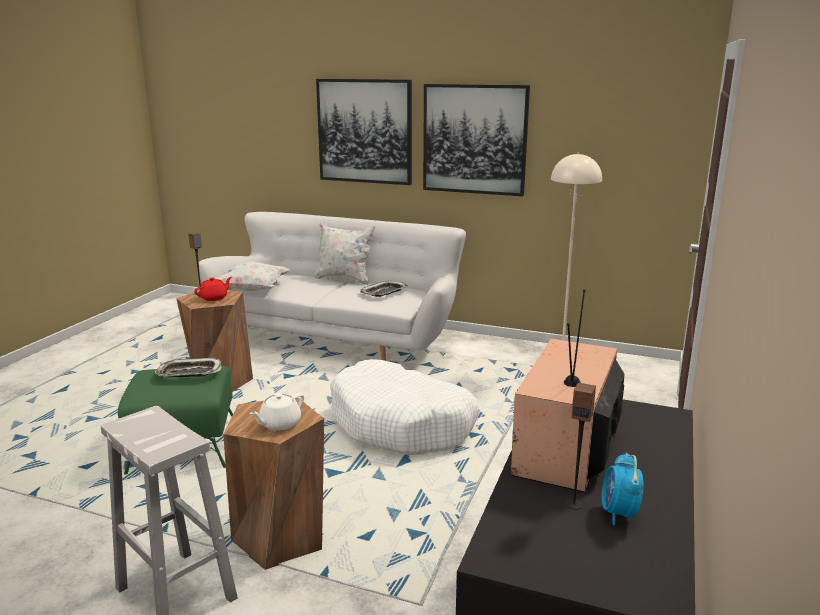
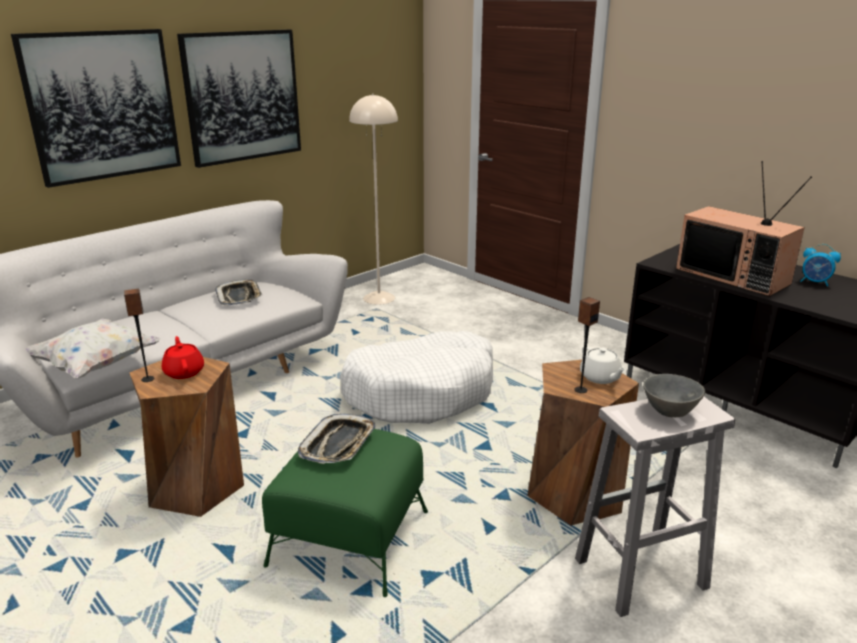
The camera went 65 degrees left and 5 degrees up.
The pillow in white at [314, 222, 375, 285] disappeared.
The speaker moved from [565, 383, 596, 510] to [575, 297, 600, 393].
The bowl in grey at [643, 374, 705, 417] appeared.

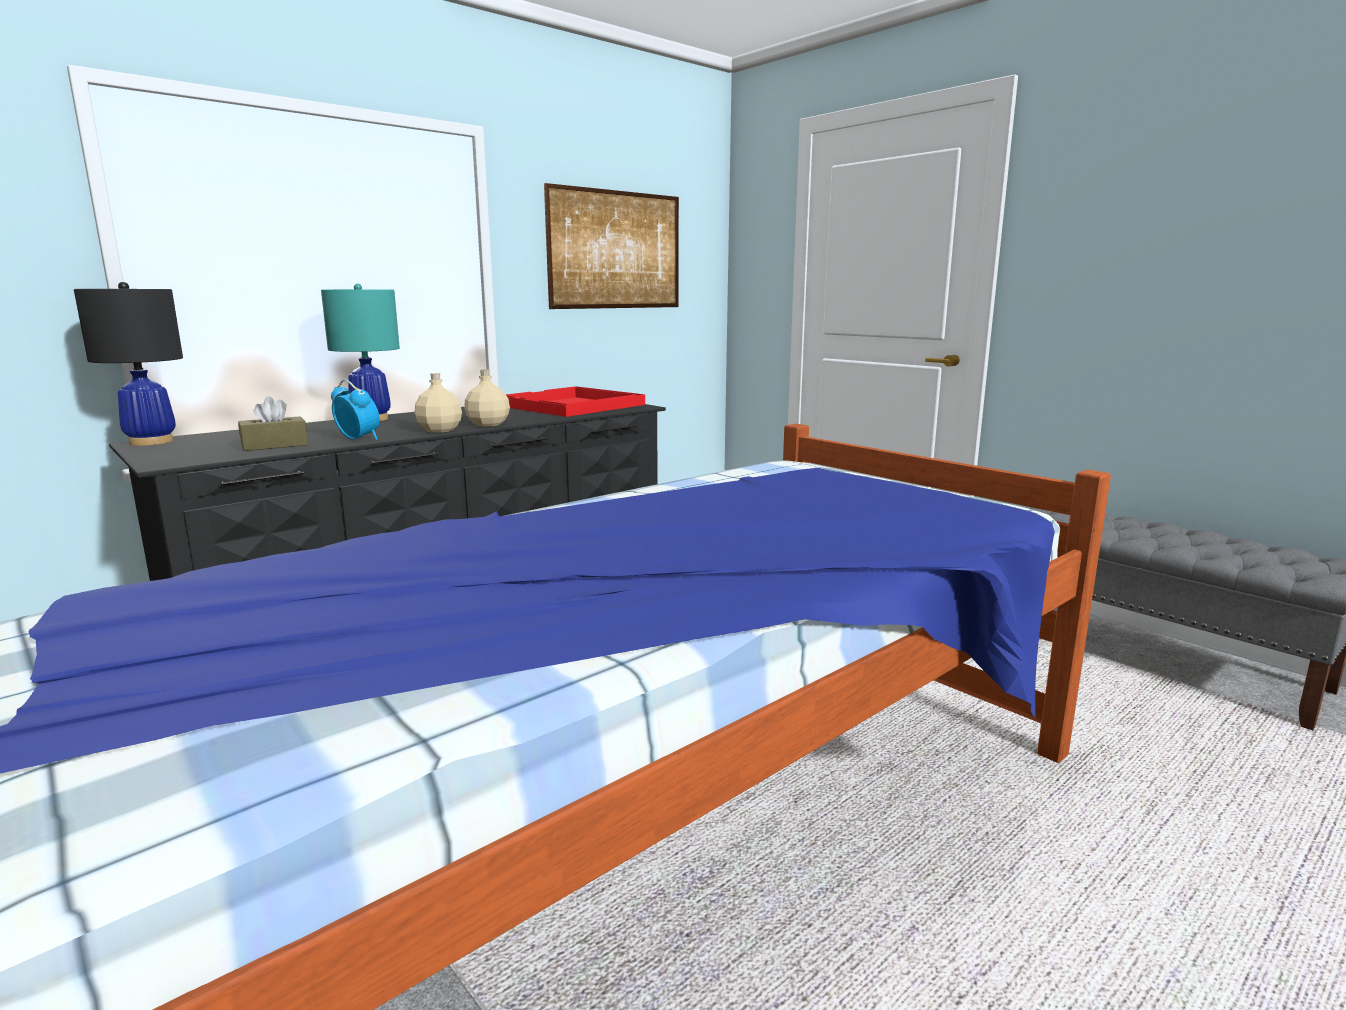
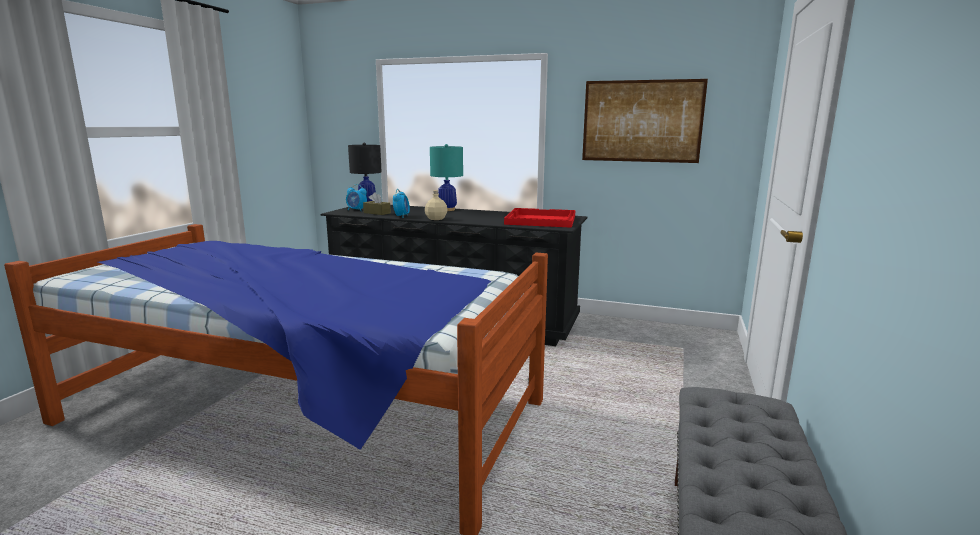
The camera went 60 degrees right and 0 degrees up.
The bottle in beige at [464, 370, 510, 427] disappeared.
The alarm clock at [346, 184, 367, 211] appeared.

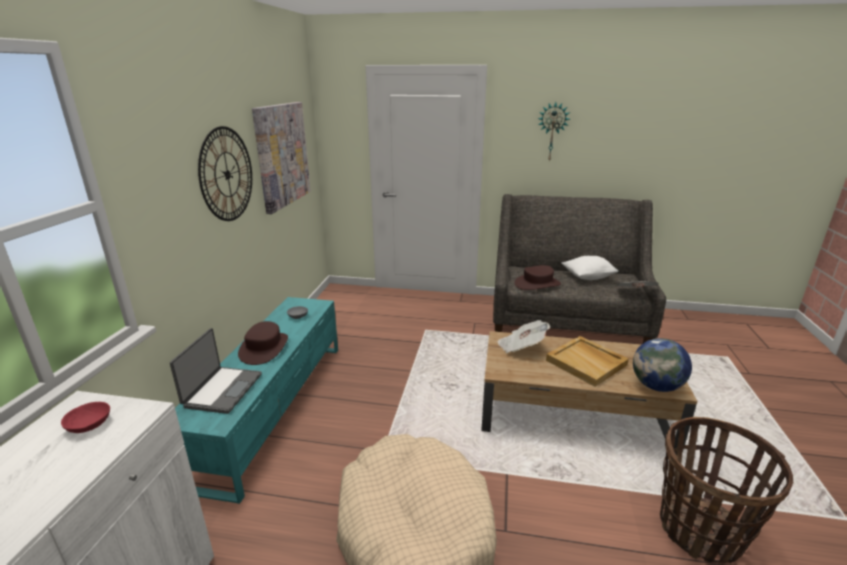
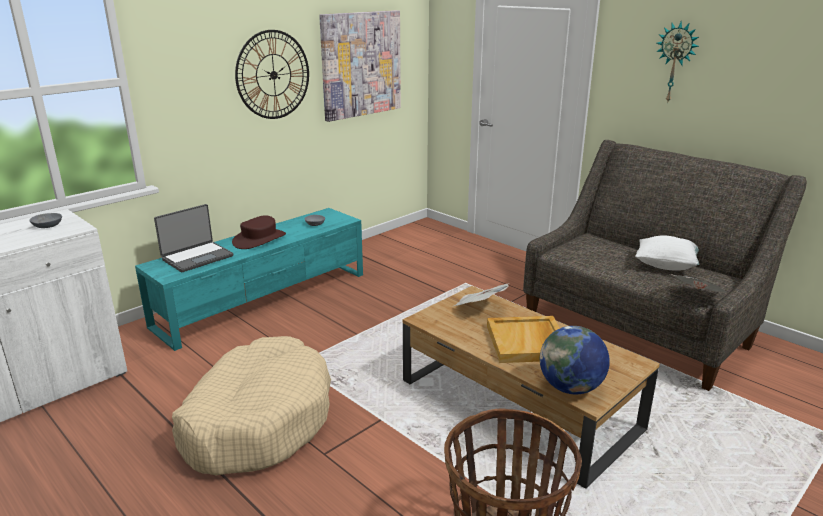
The camera went 35 degrees right and 0 degrees up.
The bowl in red at [61, 402, 110, 433] became the bowl in grey at [29, 213, 62, 228].
The hat in brown at [515, 265, 561, 290] disappeared.

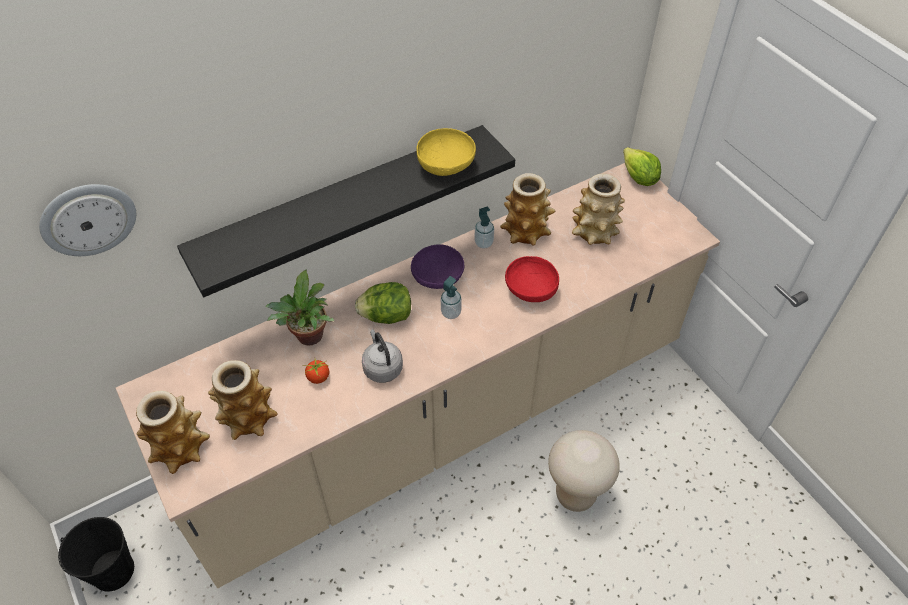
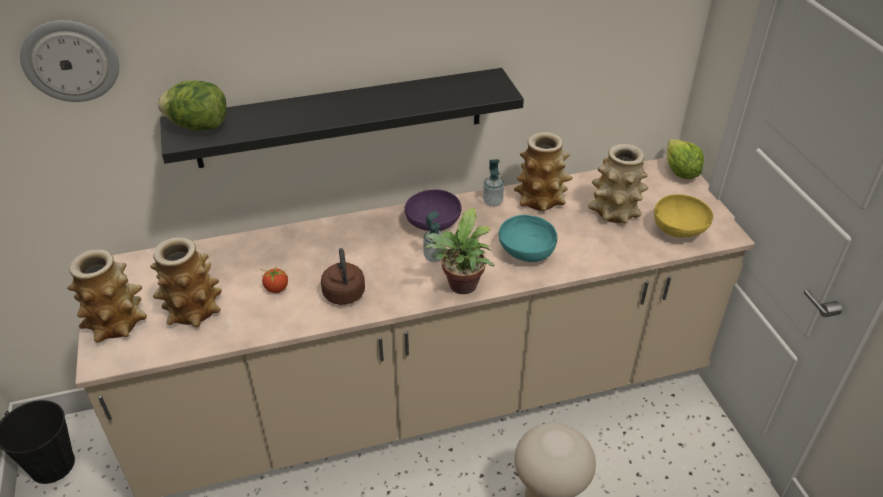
The camera went 15 degrees right and 10 degrees down.
The potted plant moved from [266, 269, 335, 346] to [425, 208, 495, 294].
The lettuce moved from [355, 282, 411, 324] to [158, 81, 226, 130].
The kettle in grey at [362, 329, 403, 383] became the kettle in brown at [321, 248, 365, 305].
The bowl in yellow moved from [416, 128, 476, 176] to [654, 194, 713, 237].
The bowl in red at [505, 256, 559, 302] became the bowl in turquoise at [499, 215, 557, 262].

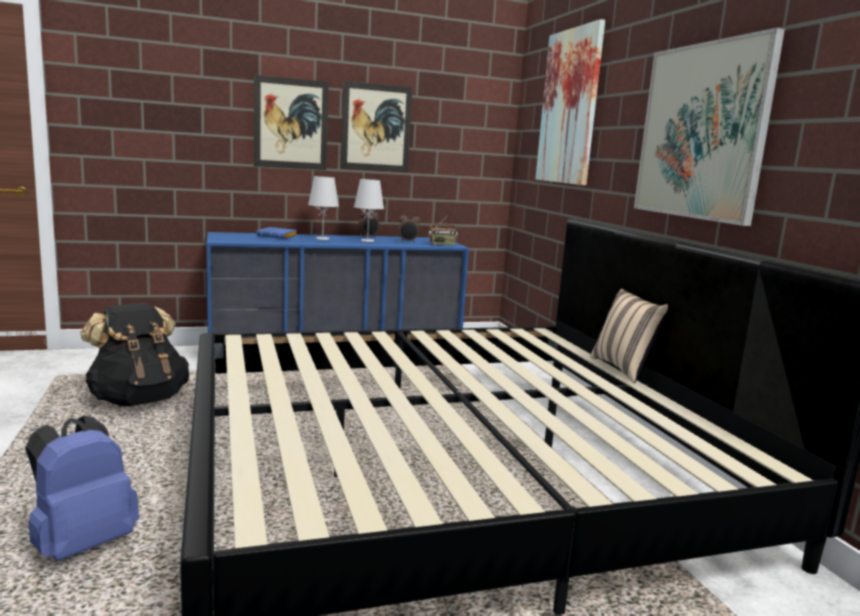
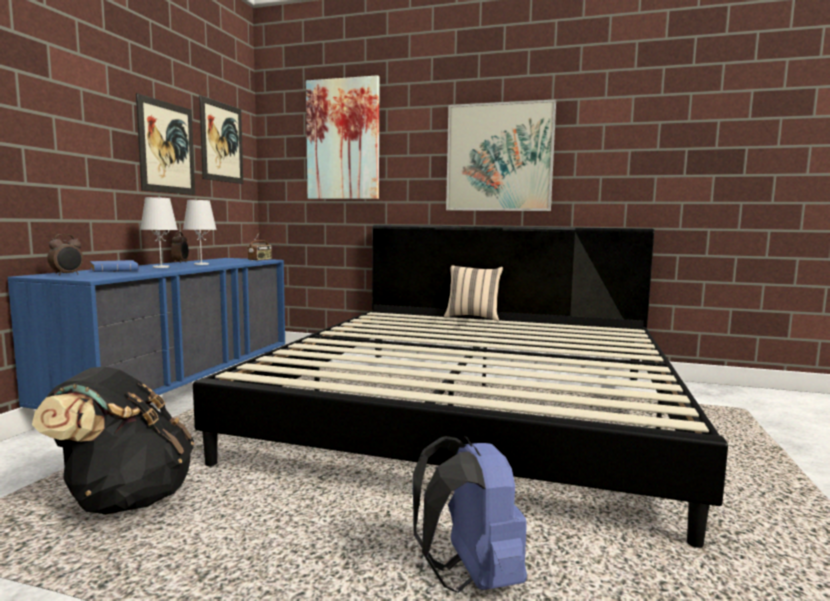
The camera went 55 degrees left and 5 degrees down.
The picture moved from [254, 75, 329, 170] to [199, 95, 243, 184].
The alarm clock moved from [398, 212, 420, 242] to [47, 234, 83, 276].

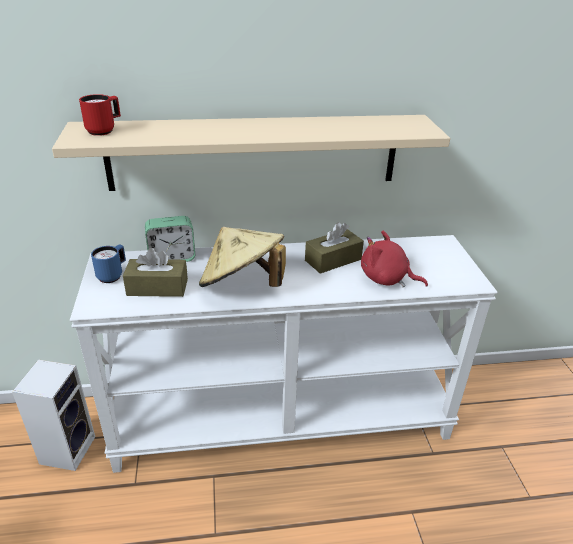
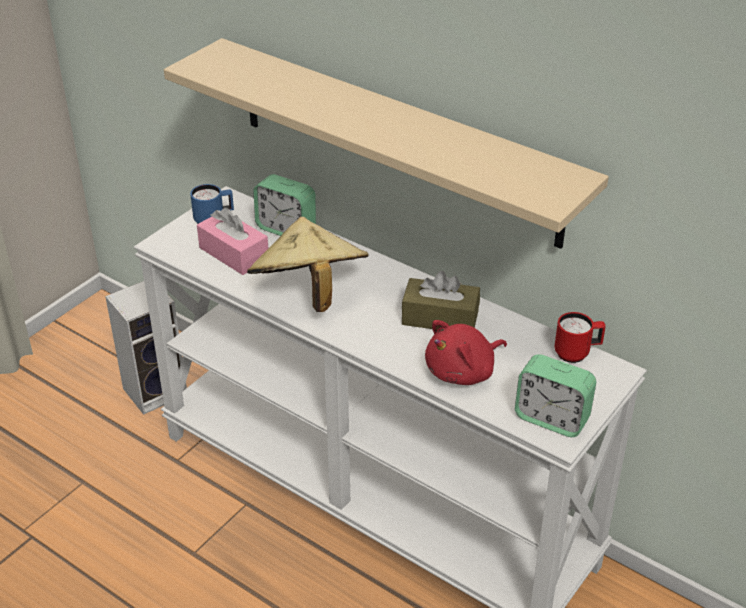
The camera went 45 degrees right and 5 degrees up.
The mug in red moved from [79, 94, 121, 136] to [555, 312, 606, 363].
The tissue box in brown at [123, 248, 188, 297] became the tissue box in pink at [197, 207, 268, 275].
The plush toy in red at [361, 231, 428, 288] turned 105 degrees counterclockwise.
The alarm clock at [515, 354, 596, 437] appeared.

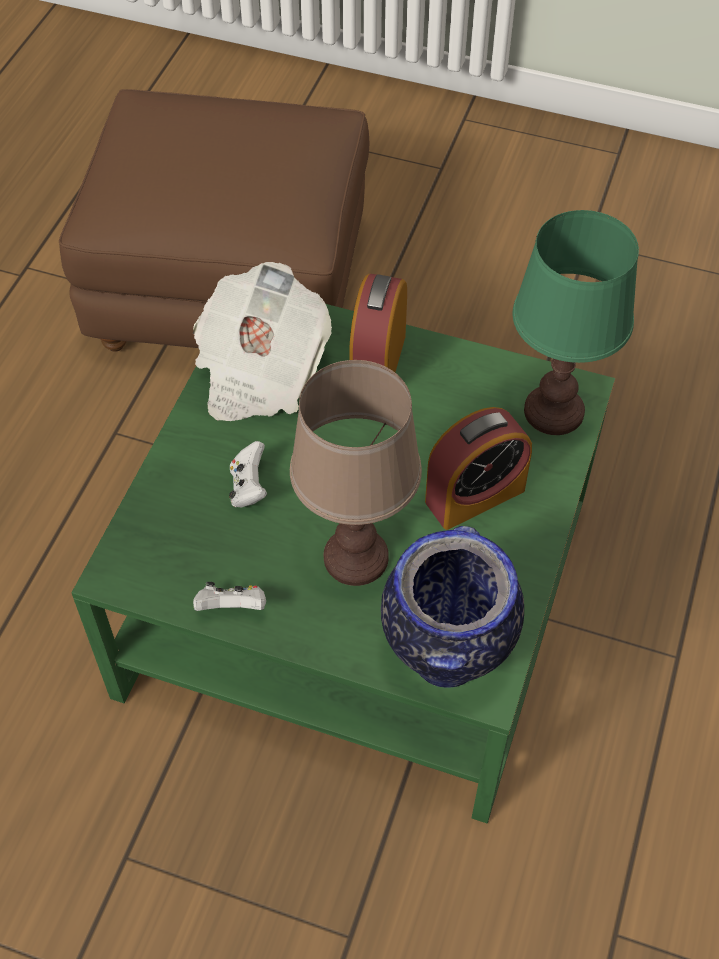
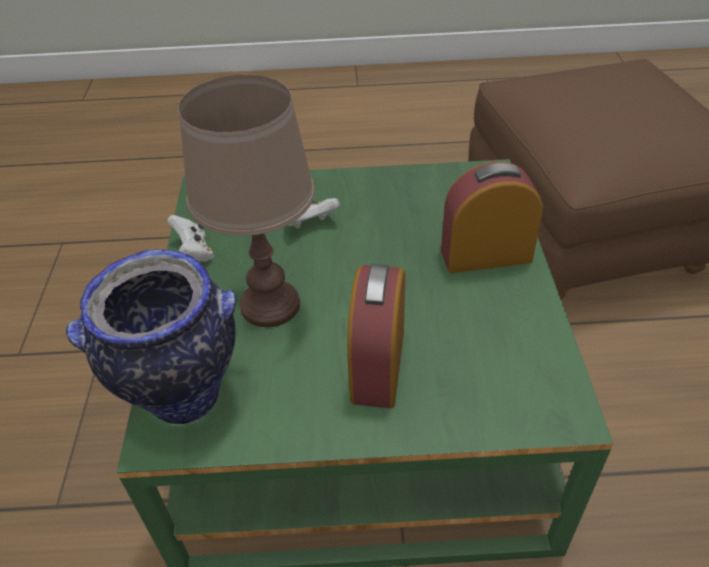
The camera went 70 degrees right and 10 degrees down.
The newspaper at [193, 262, 332, 421] disappeared.
The alarm clock at [425, 407, 532, 530] turned 60 degrees clockwise.
The table lamp in green at [513, 210, 639, 435] disappeared.

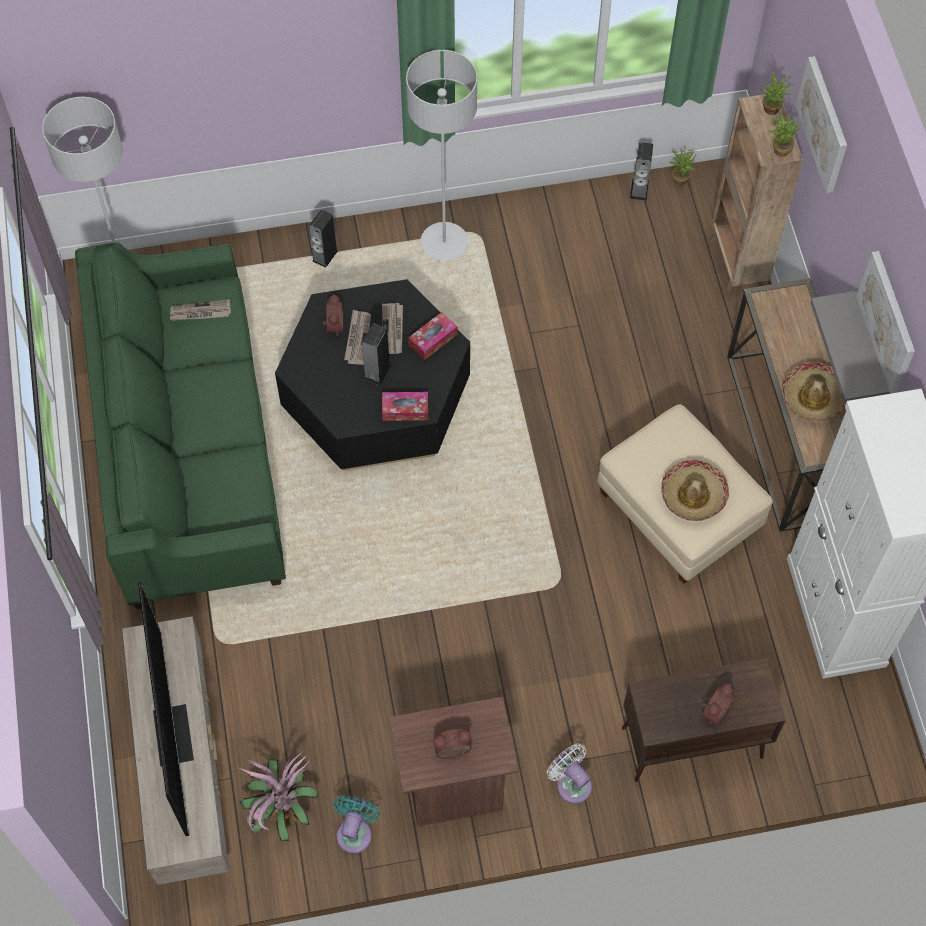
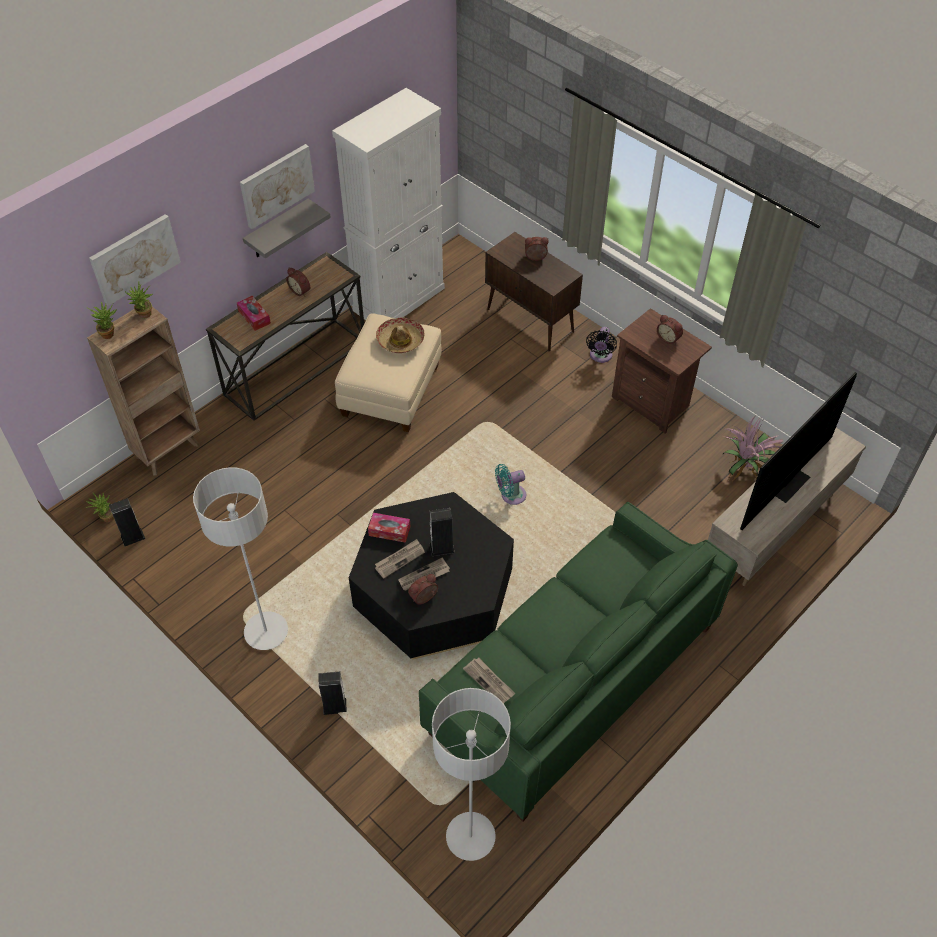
The camera went 125 degrees left and 10 degrees down.
The fan in turquoise moved from [333, 795, 380, 853] to [495, 464, 527, 505].
The tissue box moved from [382, 392, 428, 421] to [237, 296, 271, 331].
The fan in white at [547, 744, 592, 804] became the fan in black at [586, 327, 617, 363].
The hat at [782, 362, 846, 422] was replaced by the alarm clock at [286, 268, 310, 297].

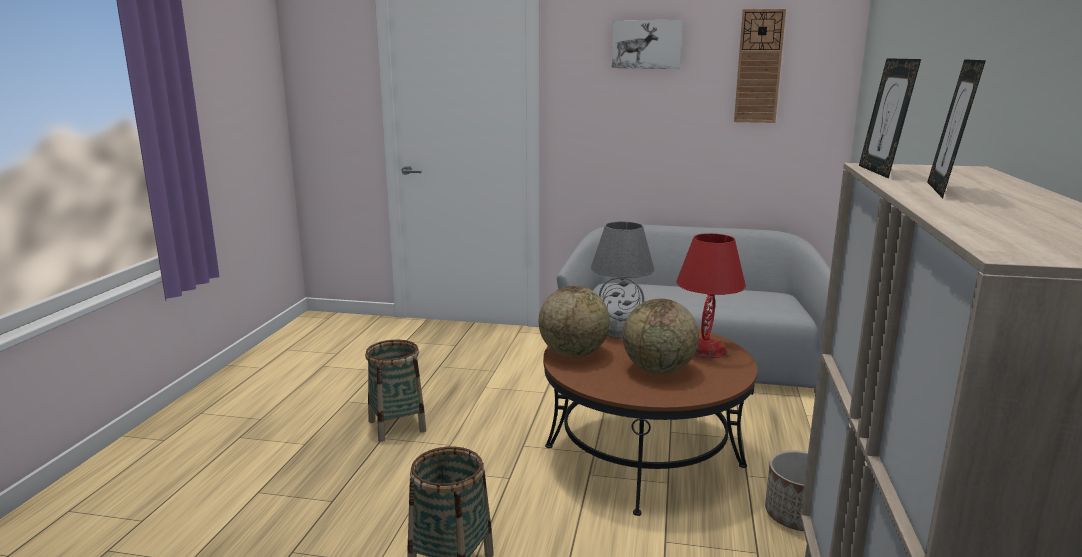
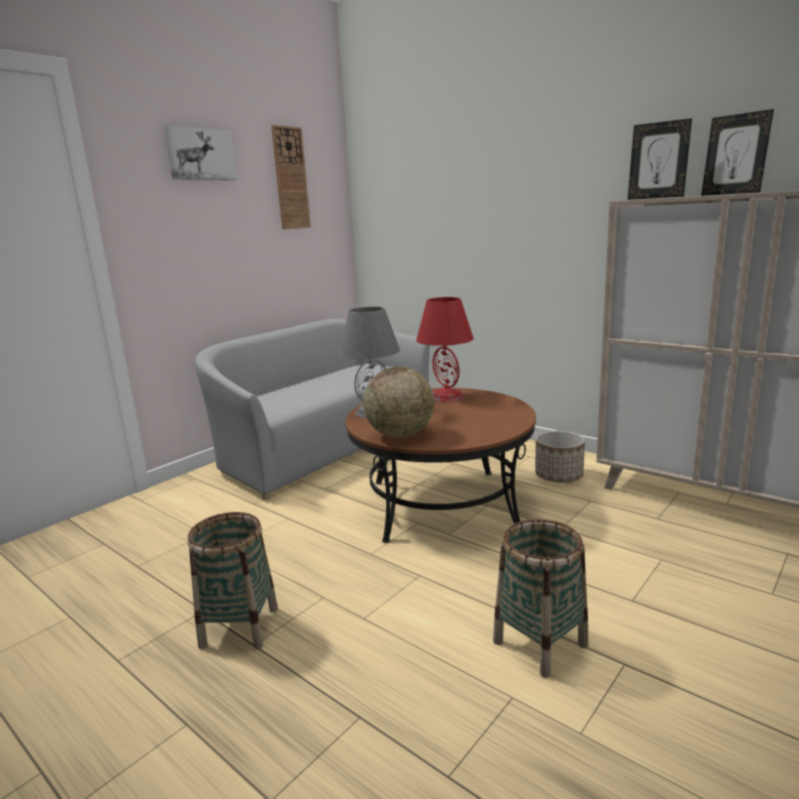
The camera went 60 degrees left and 0 degrees up.
The globe at [623, 298, 699, 374] disappeared.

